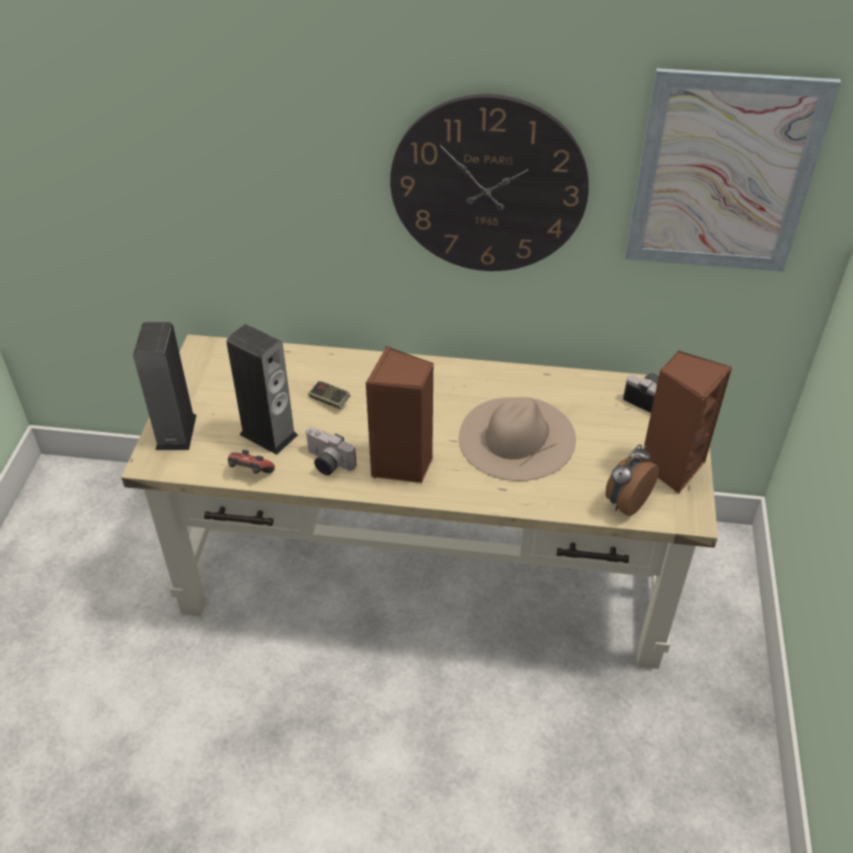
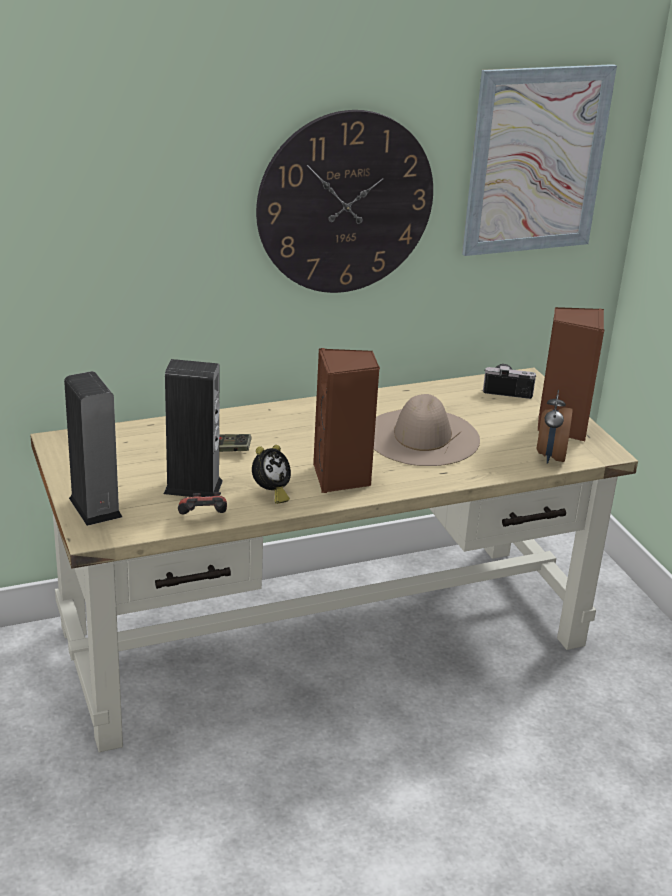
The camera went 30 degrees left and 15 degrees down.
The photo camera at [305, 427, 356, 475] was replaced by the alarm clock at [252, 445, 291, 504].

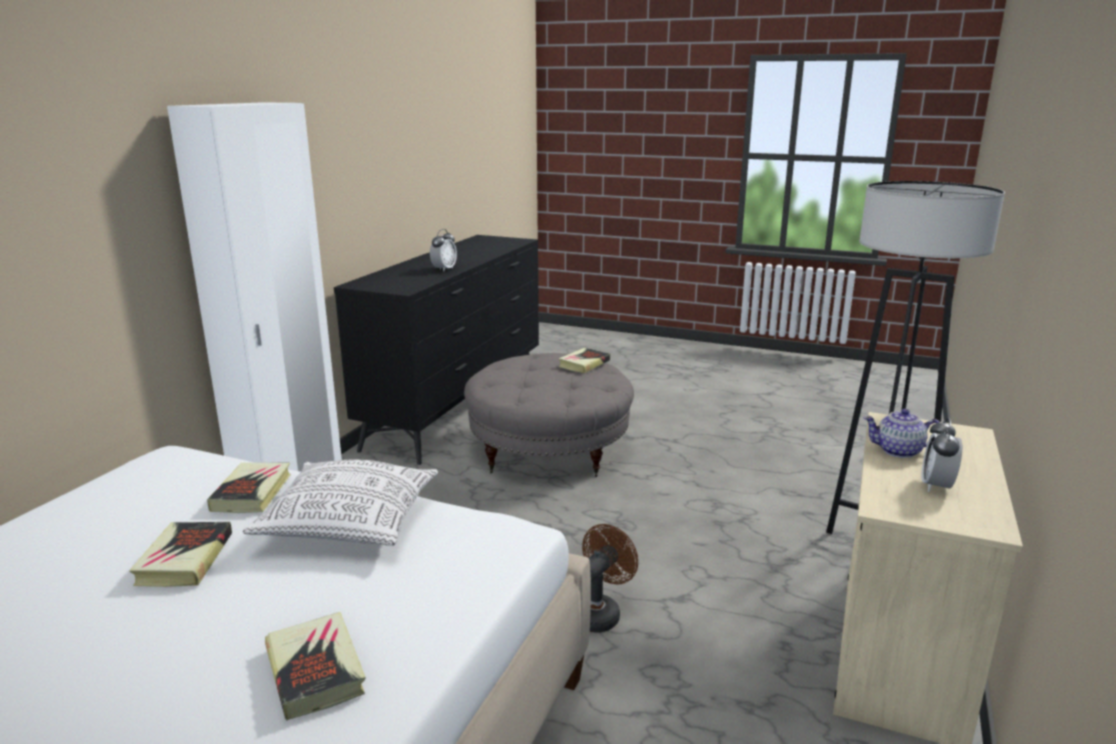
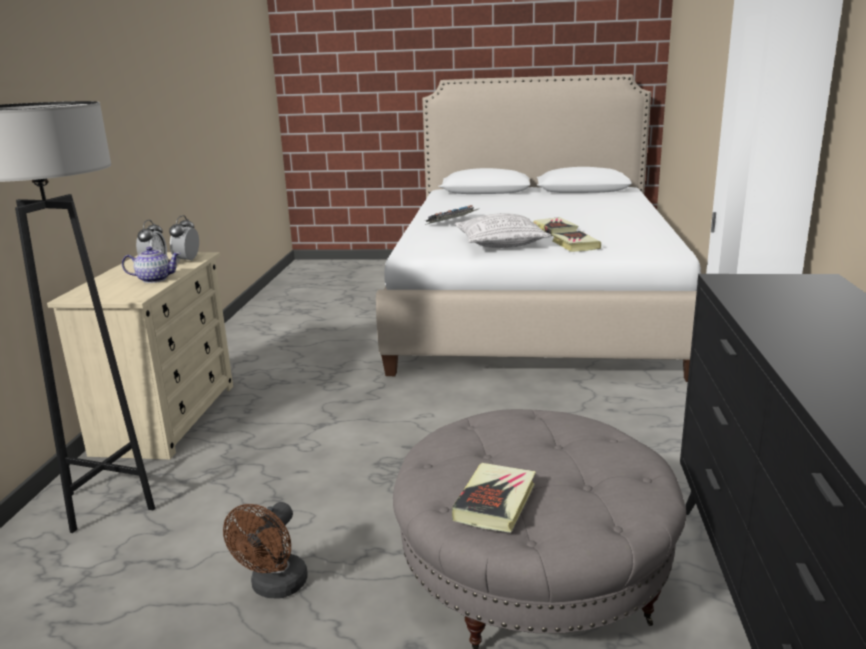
The camera went 165 degrees right and 0 degrees up.
The book at [265, 612, 365, 721] was replaced by the keyboard at [425, 205, 480, 225].
The alarm clock moved from [430, 229, 457, 272] to [169, 215, 199, 263].
The fan in brown moved from [582, 524, 638, 633] to [223, 502, 308, 598].

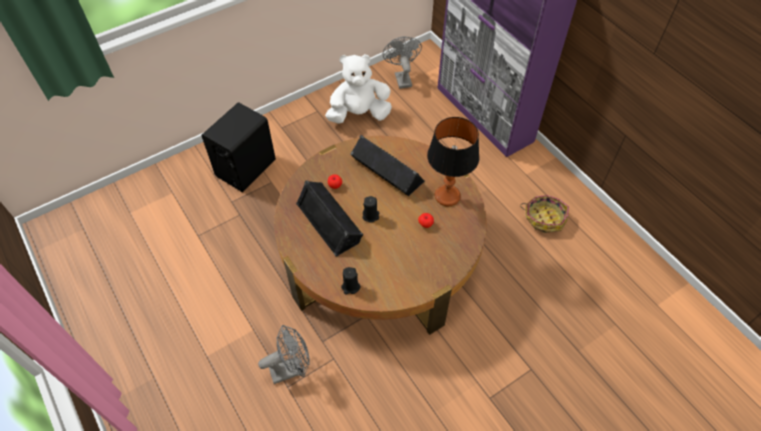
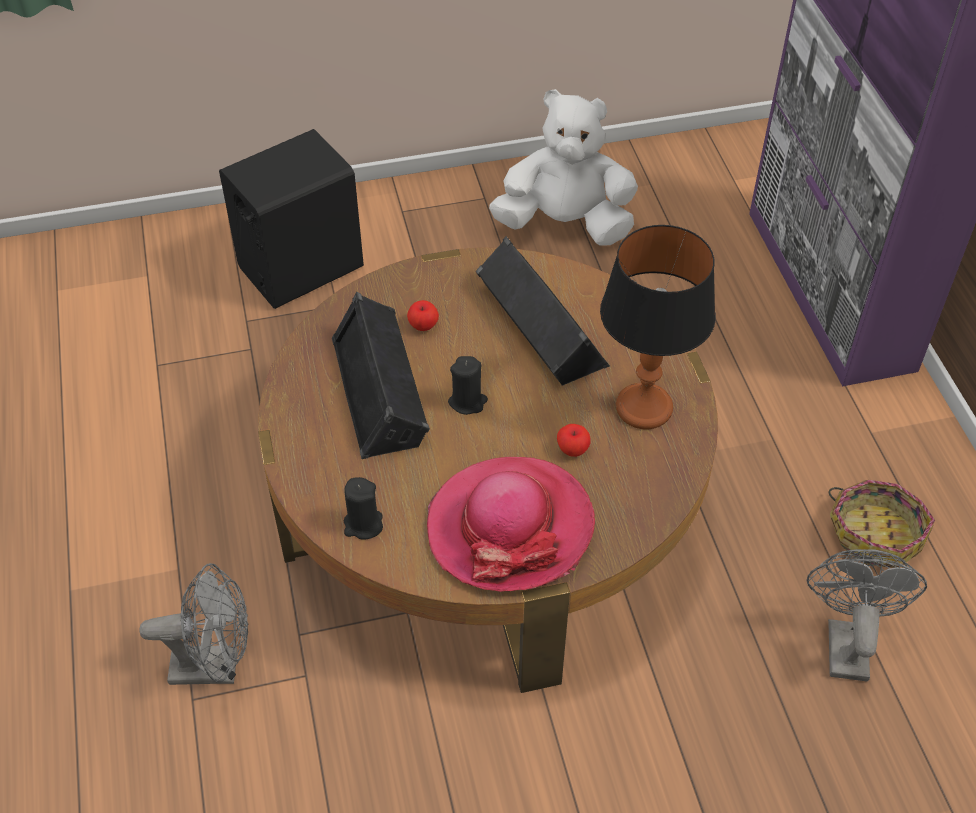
The camera went 20 degrees right and 5 degrees down.
The fan in grey moved from [383, 36, 422, 89] to [806, 549, 927, 682].
The hat at [427, 457, 595, 592] appeared.

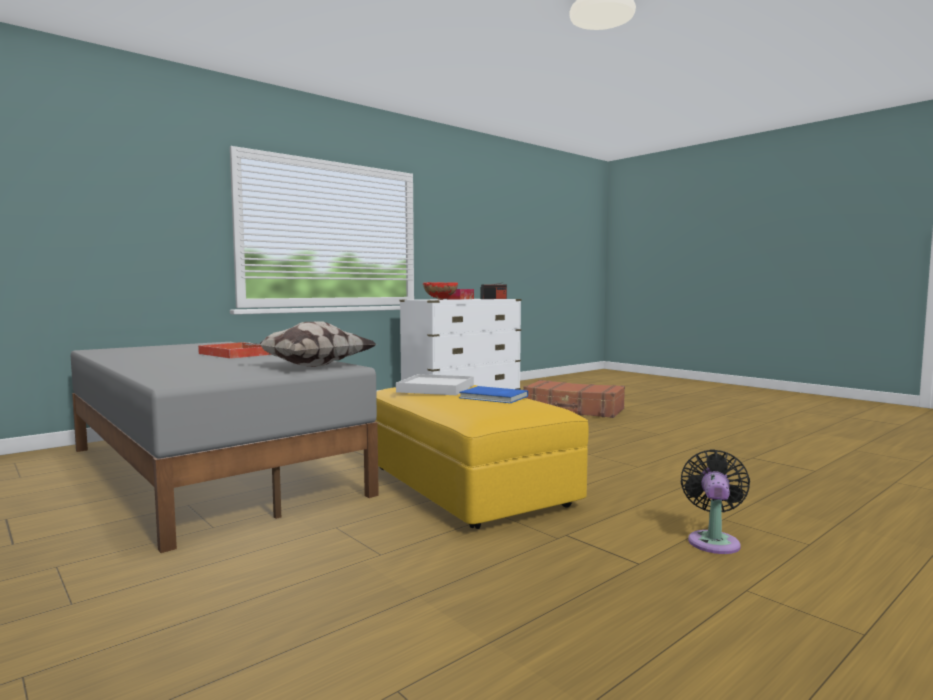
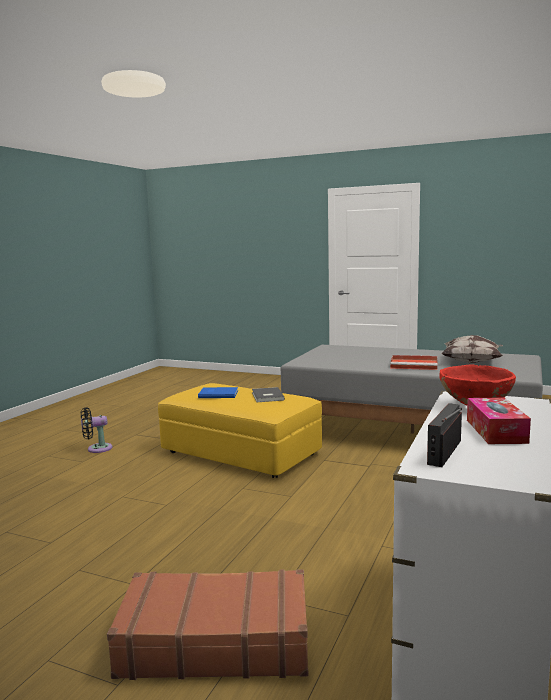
The camera went 155 degrees right and 5 degrees up.
The pillow moved from [244, 321, 376, 367] to [441, 335, 503, 364].
The tray in white at [396, 374, 474, 395] was replaced by the book in grey at [252, 387, 285, 402].
The fan in black at [681, 449, 750, 554] turned 75 degrees clockwise.

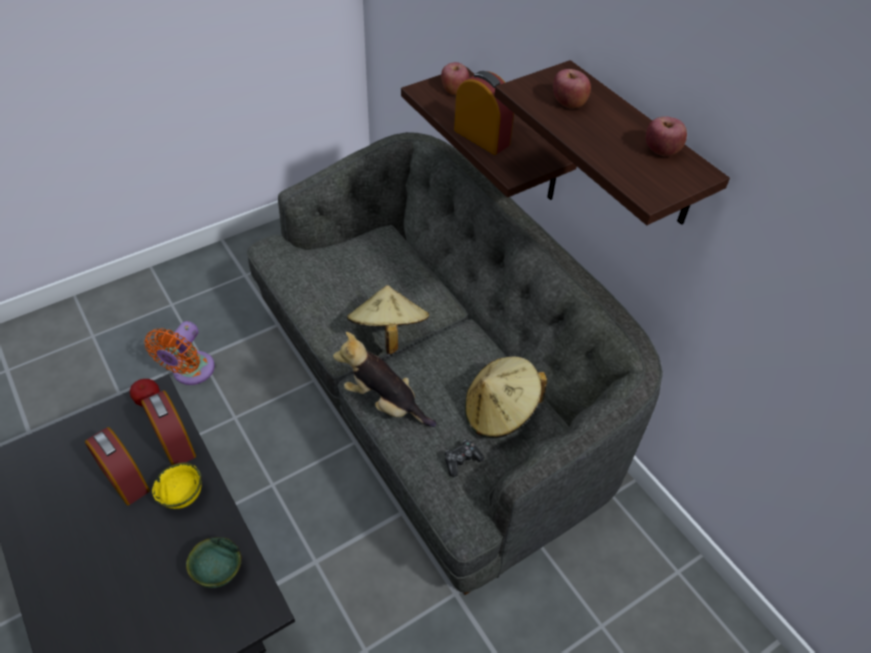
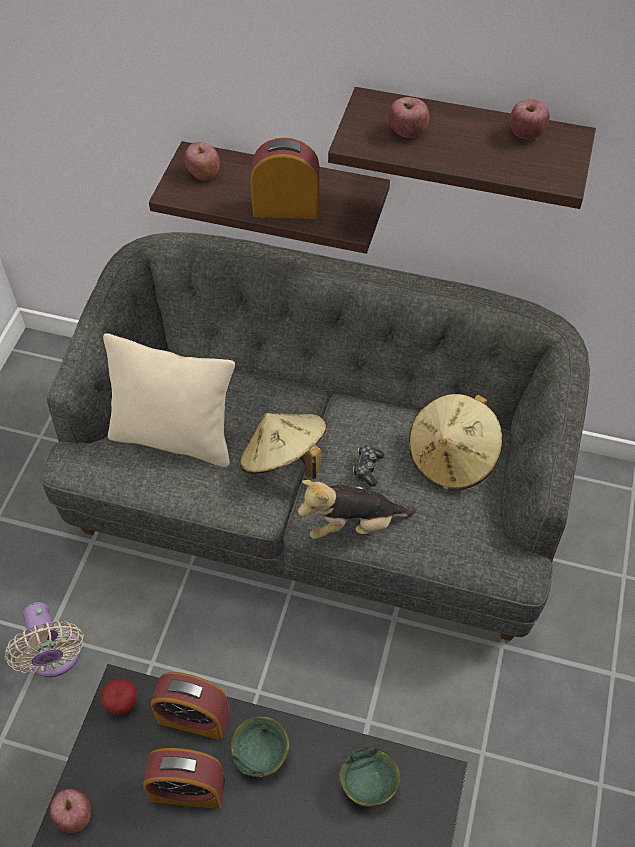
The camera went 40 degrees left and 5 degrees up.
The fan in orange at [144, 321, 215, 385] became the fan in beige at [4, 602, 84, 677].
The bowl in yellow at [152, 463, 202, 509] became the bowl in green at [230, 717, 289, 777].
The game controller moved from [445, 440, 484, 477] to [353, 445, 384, 486].
The apple at [49, 789, 91, 833] appeared.
The pillow in beige at [103, 333, 235, 467] appeared.

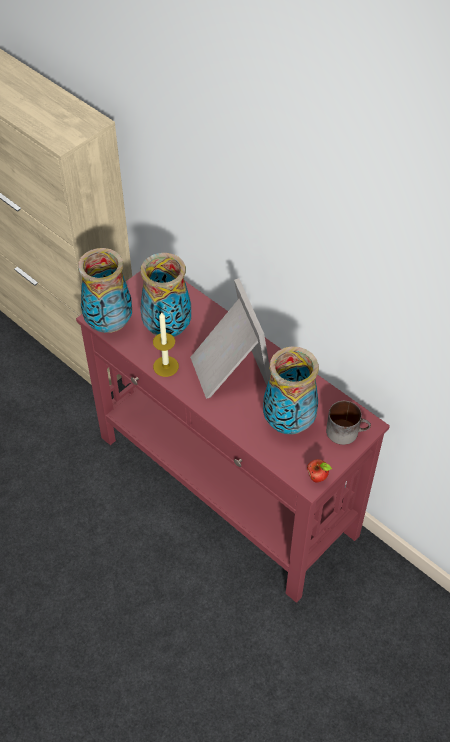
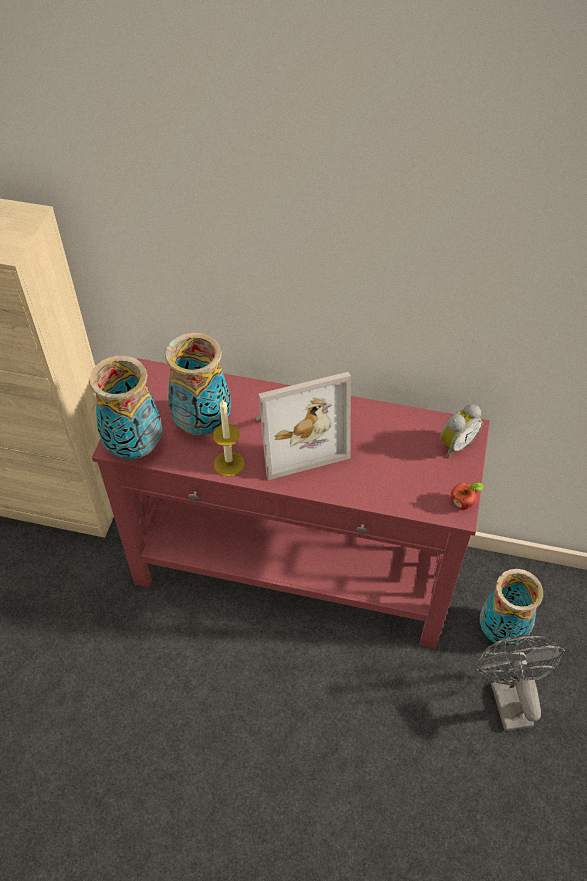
The camera went 30 degrees left and 0 degrees up.
The picture frame at [190, 278, 271, 399] turned 120 degrees clockwise.
The vase moved from [263, 346, 319, 435] to [480, 569, 543, 646].
The mug at [326, 401, 371, 445] was replaced by the alarm clock at [440, 404, 483, 457].
The fan in grey at [474, 635, 565, 731] appeared.

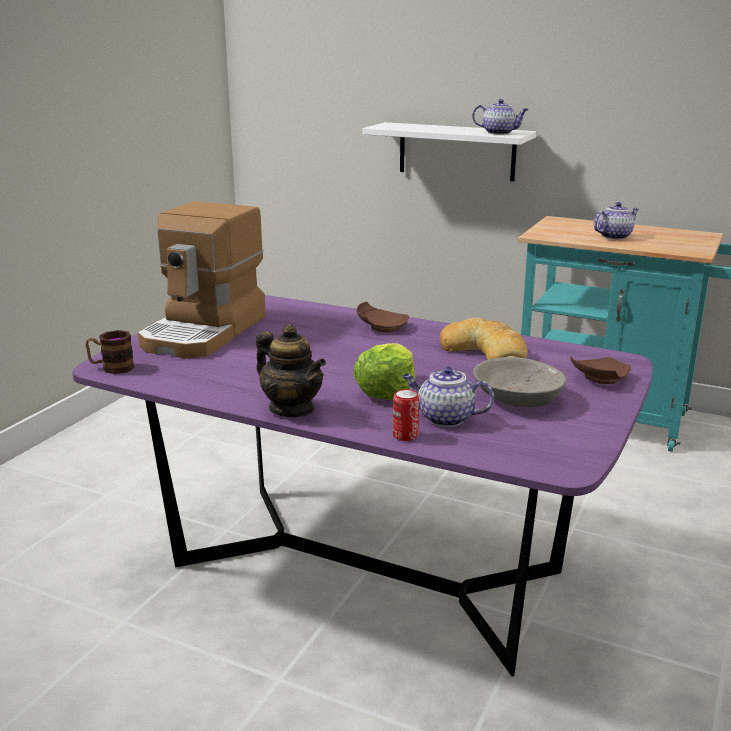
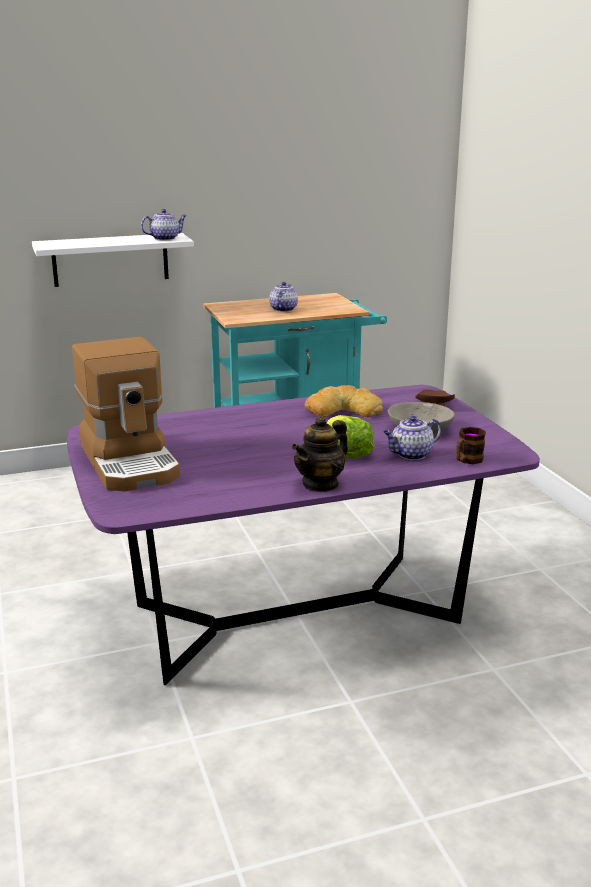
The camera went 45 degrees left and 0 degrees up.
The mug moved from [86, 330, 135, 374] to [456, 427, 486, 464].
The teapot at [256, 324, 326, 417] turned 135 degrees clockwise.
The plate in brown at [357, 301, 409, 332] disappeared.
The can at [393, 389, 419, 441] disappeared.

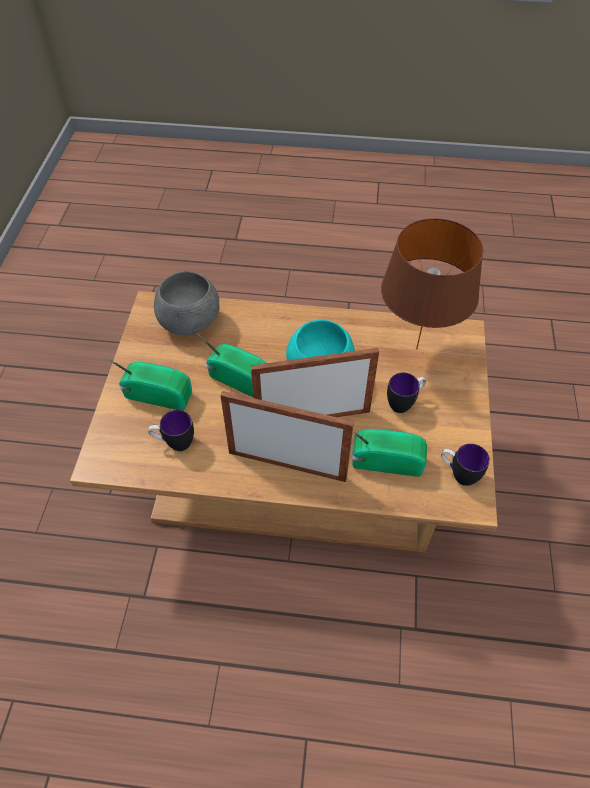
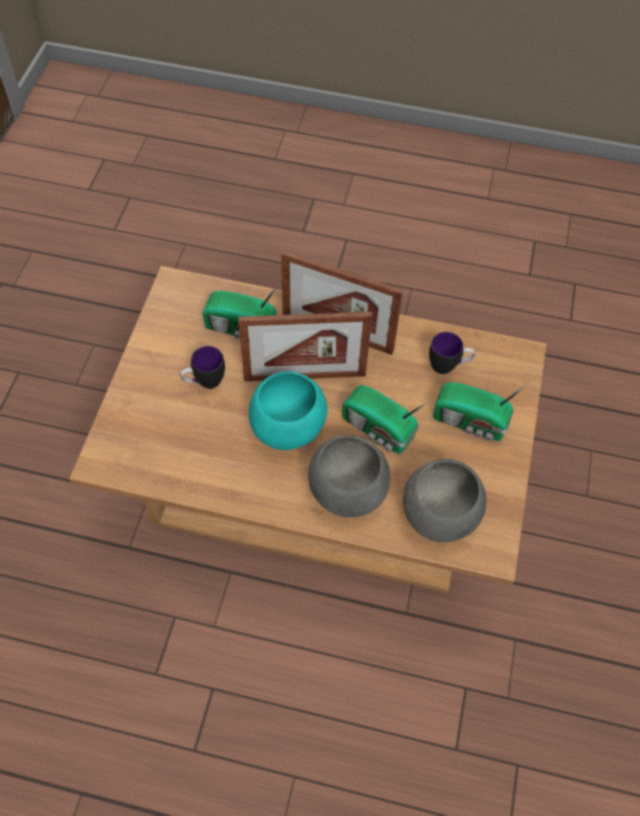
The camera went 175 degrees left and 5 degrees up.
The table lamp in brown at [381, 218, 483, 349] disappeared.
The mug at [441, 444, 490, 486] disappeared.
The bowl in grey at [308, 435, 390, 517] appeared.

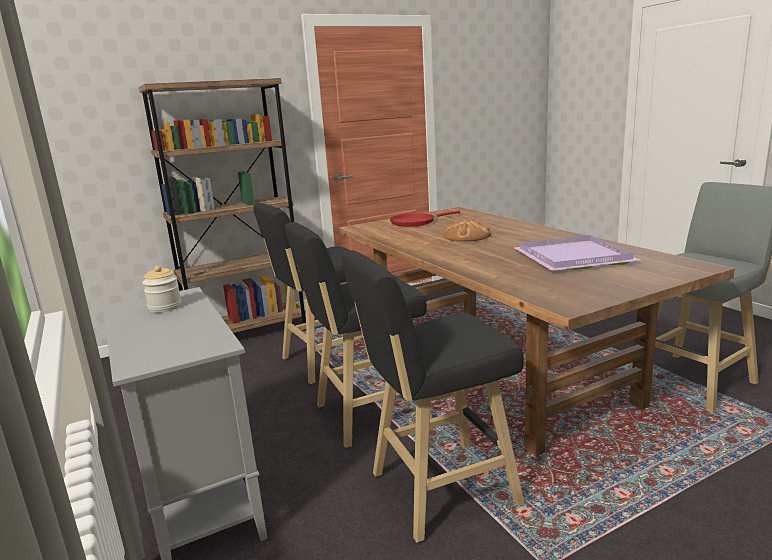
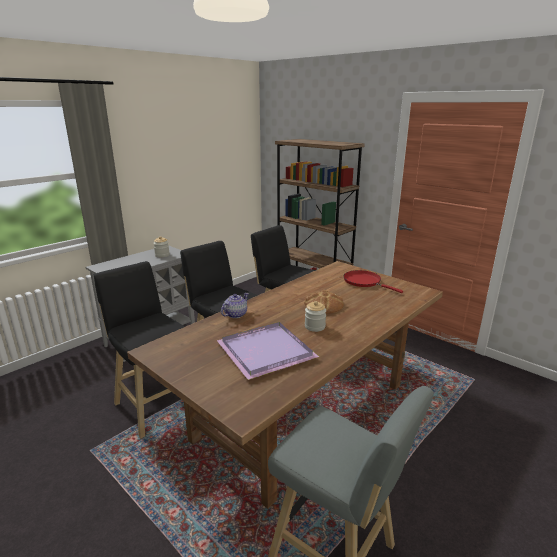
The camera went 70 degrees right and 5 degrees up.
The teapot at [221, 293, 249, 318] appeared.
The jar at [305, 301, 326, 332] appeared.

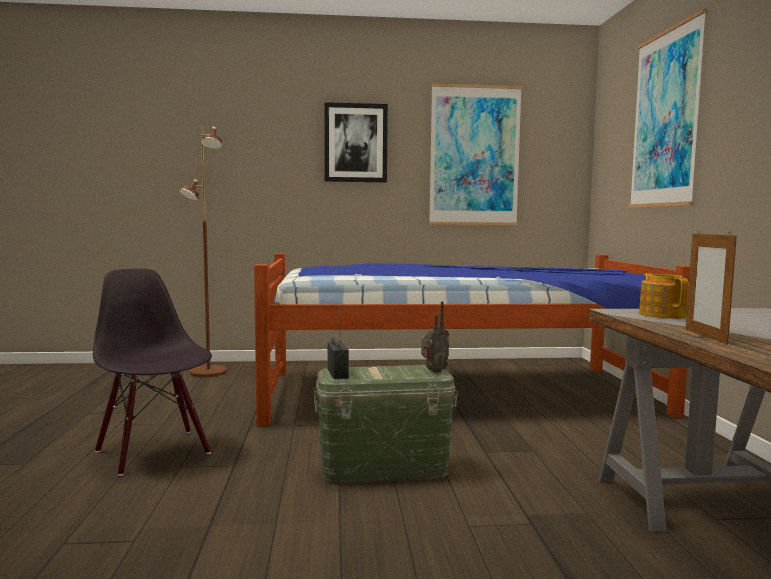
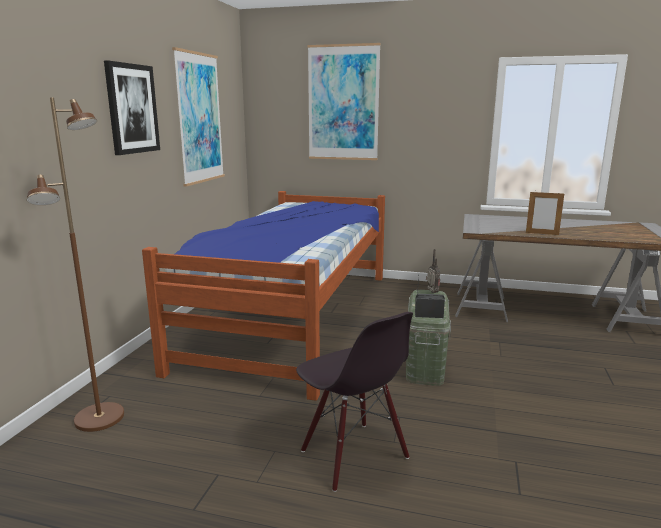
The camera went 70 degrees left and 10 degrees up.
The chair in black at [93, 268, 212, 476] turned 105 degrees counterclockwise.
The teapot at [639, 273, 689, 319] disappeared.

